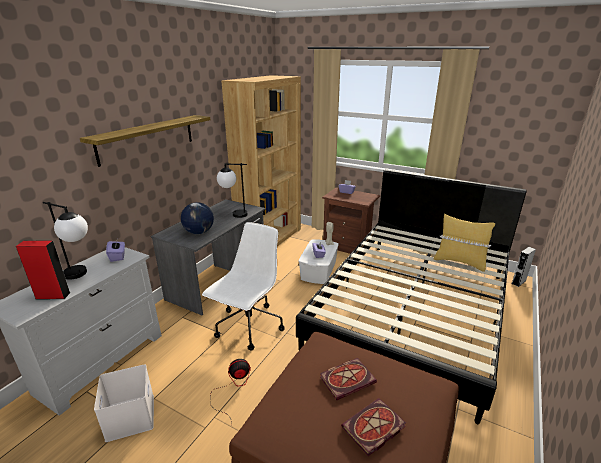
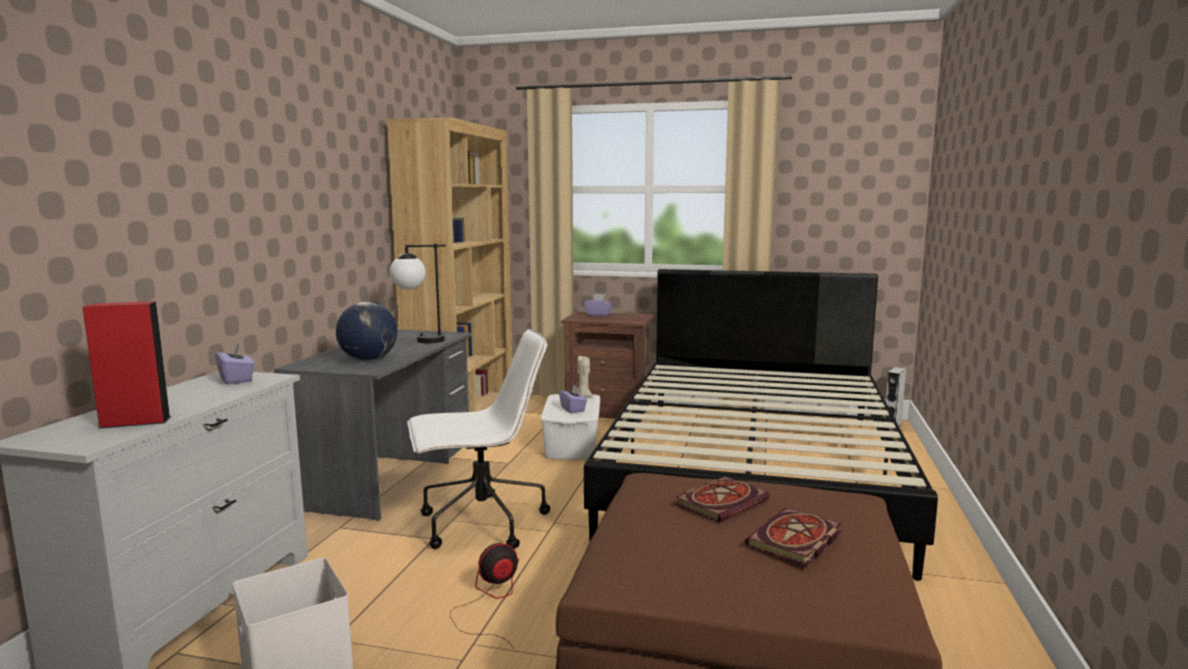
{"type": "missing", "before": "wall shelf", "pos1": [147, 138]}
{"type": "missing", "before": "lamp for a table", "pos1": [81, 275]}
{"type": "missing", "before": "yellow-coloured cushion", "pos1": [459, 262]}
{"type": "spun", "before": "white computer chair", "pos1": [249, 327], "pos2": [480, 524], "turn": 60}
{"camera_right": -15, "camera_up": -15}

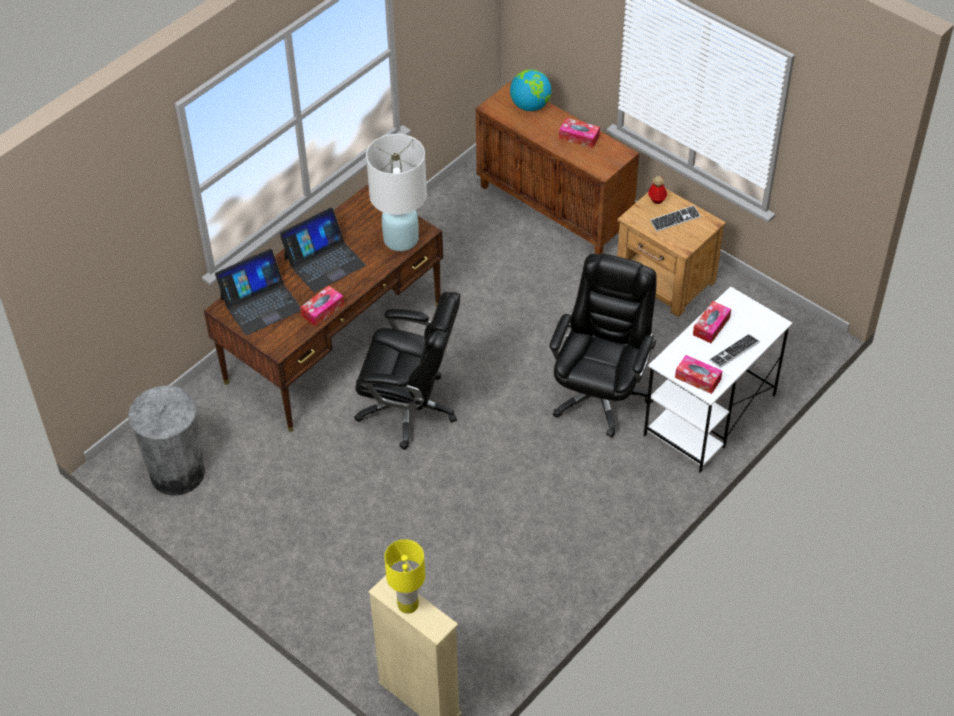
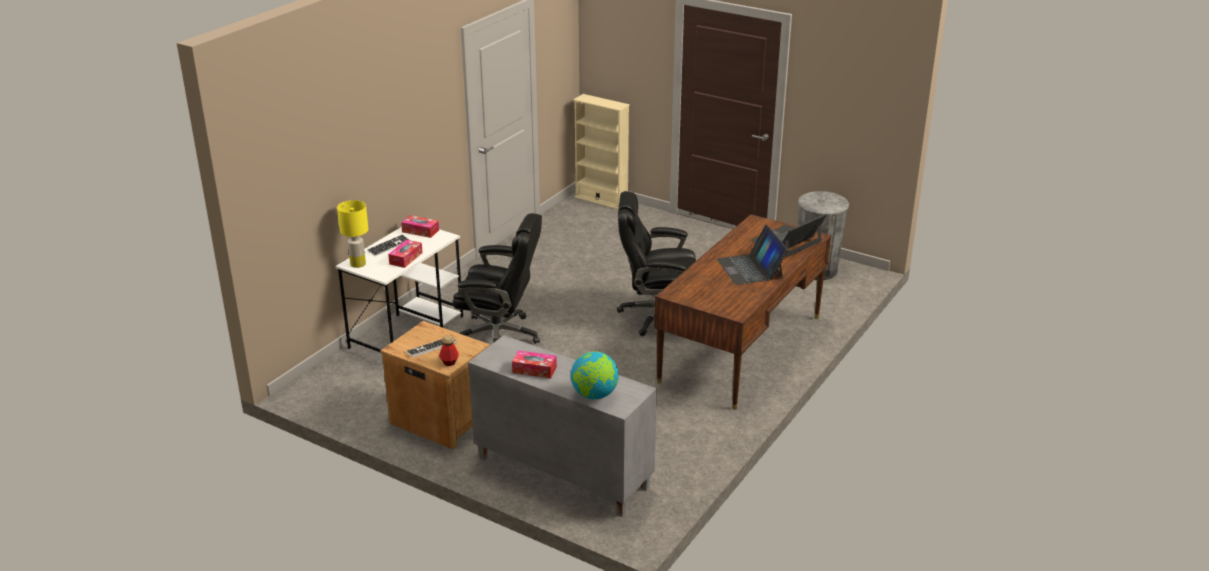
{"type": "colour", "before": "brown cupboard", "after": "gray cupboard", "pos1": [555, 209], "pos2": [561, 473]}
{"type": "missing", "before": "white lamp for a table", "pos1": [400, 239]}
{"type": "spun", "before": "laptop", "pos1": [324, 262], "pos2": [750, 268], "turn": -60}
{"type": "spun", "before": "blackish computer chair", "pos1": [601, 394], "pos2": [499, 336], "turn": -90}
{"type": "missing", "before": "tissue box", "pos1": [322, 310]}
{"type": "relocated", "before": "yellow-coloured lamp for a table", "pos1": [407, 604], "pos2": [358, 264]}
{"camera_right": 170, "camera_up": -20}

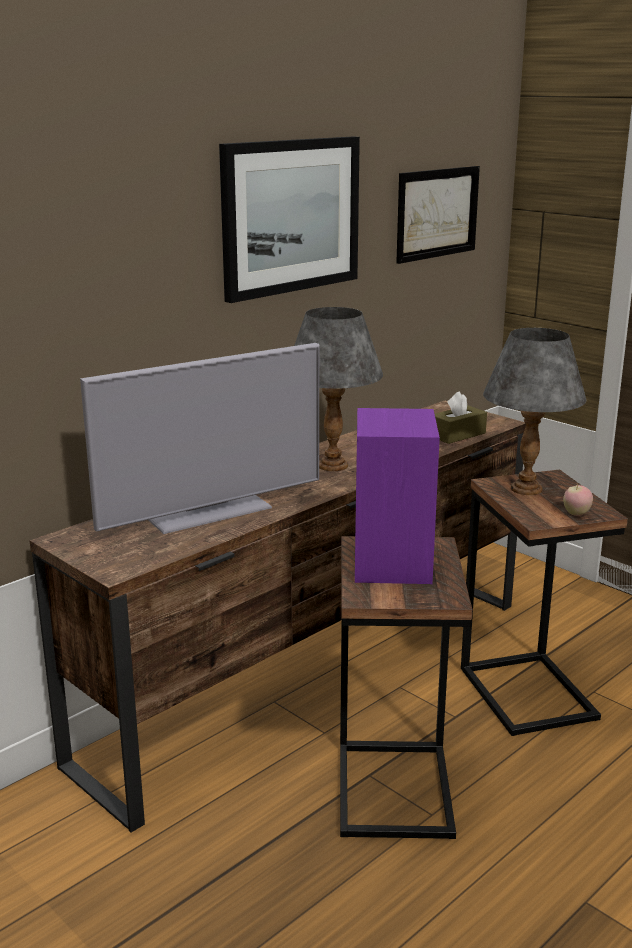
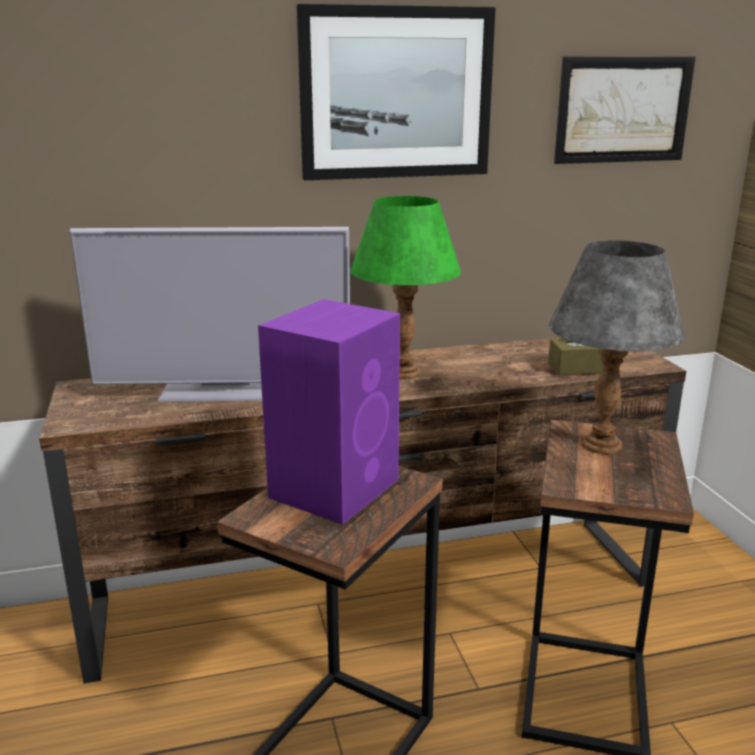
{"type": "colour", "before": "gray lamp for a table", "after": "green-coloured lamp for a table", "pos1": [332, 465], "pos2": [403, 372]}
{"type": "missing", "before": "apple fruit", "pos1": [576, 514]}
{"camera_right": 30, "camera_up": 0}

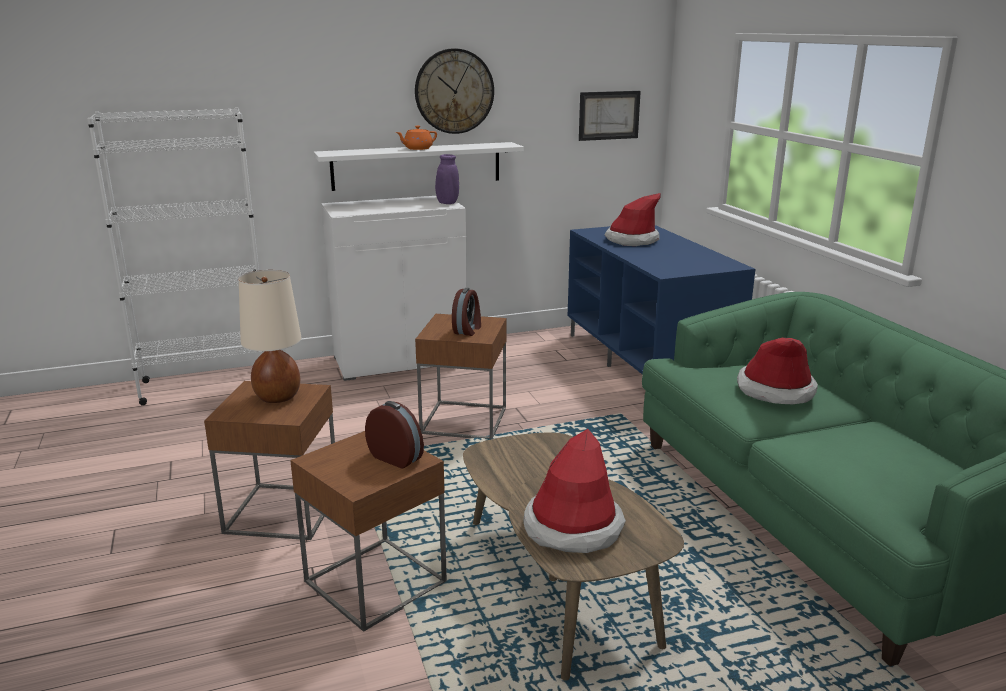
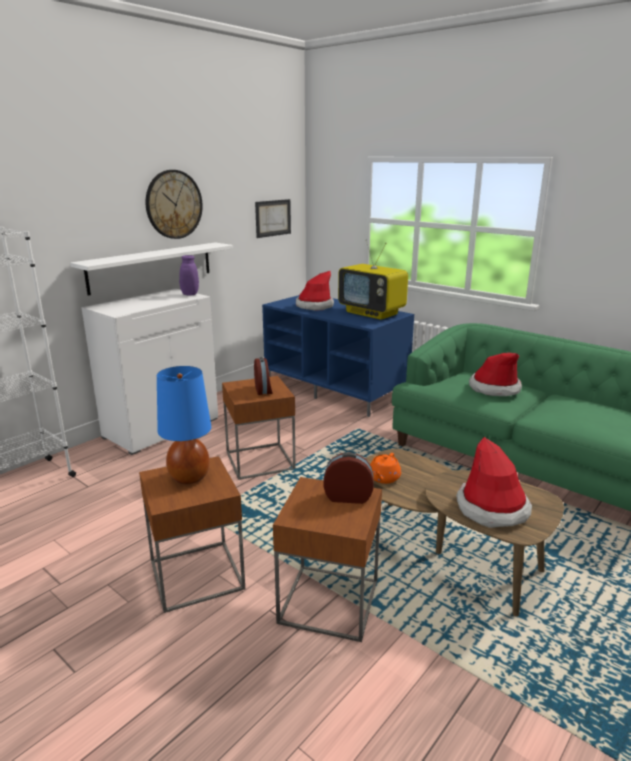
{"type": "relocated", "before": "orange-coloured pot for tea", "pos1": [417, 148], "pos2": [384, 478]}
{"type": "colour", "before": "beige-coloured lamp for a table", "after": "bluish lamp for a table", "pos1": [278, 397], "pos2": [190, 477]}
{"type": "appeared", "after": "television", "pos2": [372, 313]}
{"camera_right": -30, "camera_up": 0}

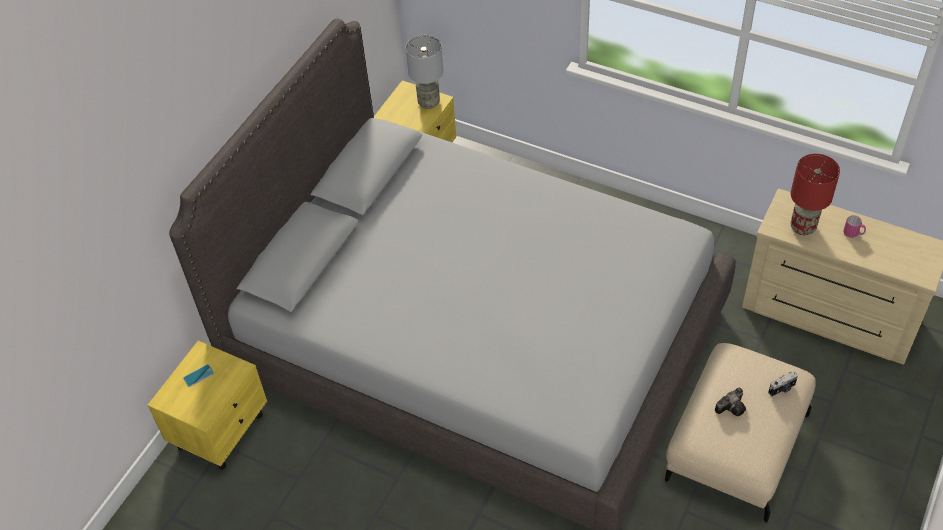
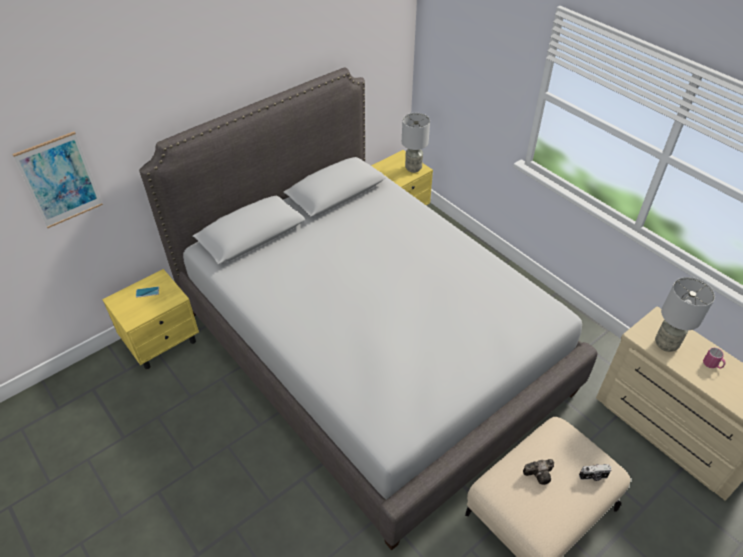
{"type": "colour", "before": "reddish lamp for a table", "after": "gray lamp for a table", "pos1": [803, 228], "pos2": [666, 344]}
{"type": "appeared", "after": "wall picture", "pos2": [60, 180]}
{"camera_right": 20, "camera_up": -5}

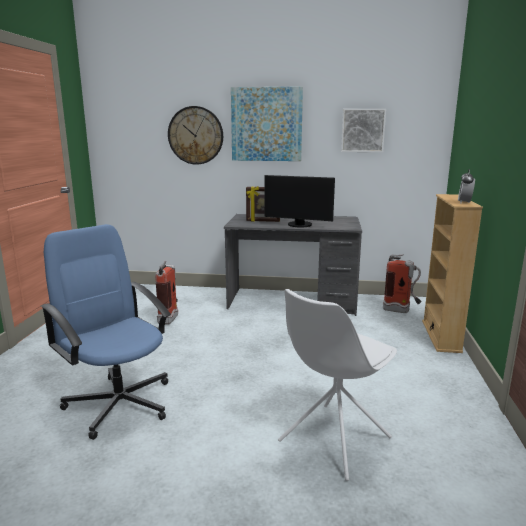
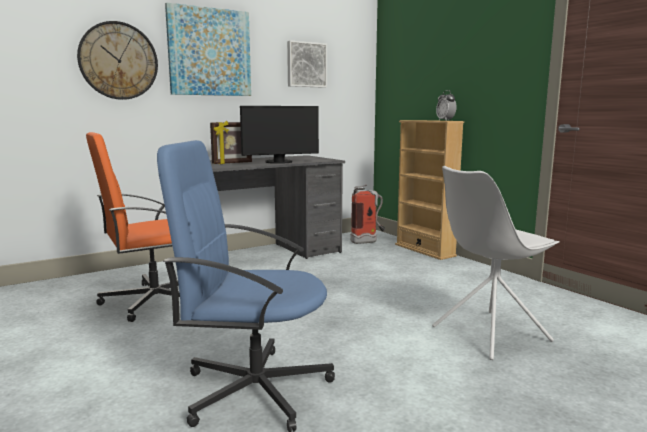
{"type": "exchanged", "before": "fire extinguisher", "after": "orange-coloured computer chair", "pos1": [170, 318], "pos2": [152, 300]}
{"type": "spun", "before": "white upright chair", "pos1": [333, 440], "pos2": [488, 334], "turn": 60}
{"camera_right": -40, "camera_up": -5}

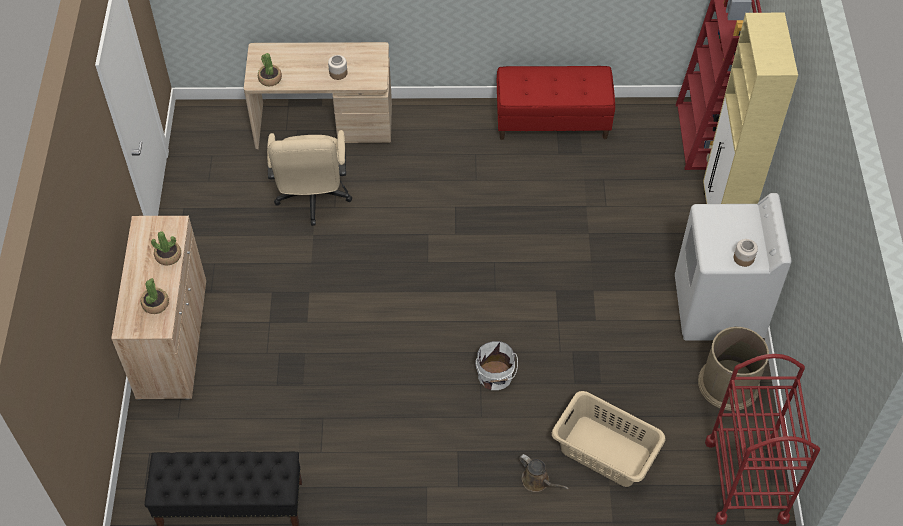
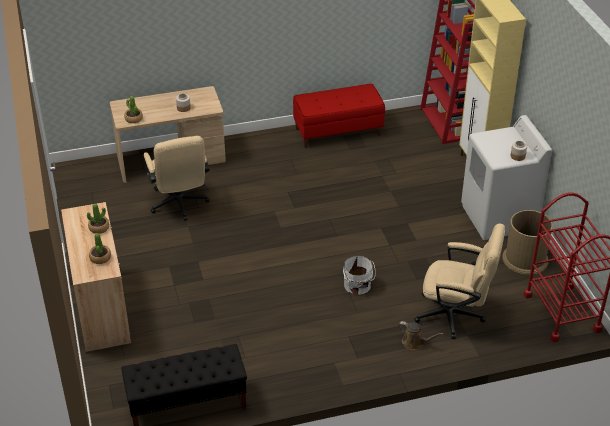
{"type": "exchanged", "before": "beige-coloured washing basket", "after": "beige-coloured computer chair", "pos1": [605, 452], "pos2": [456, 316]}
{"camera_right": -15, "camera_up": -15}

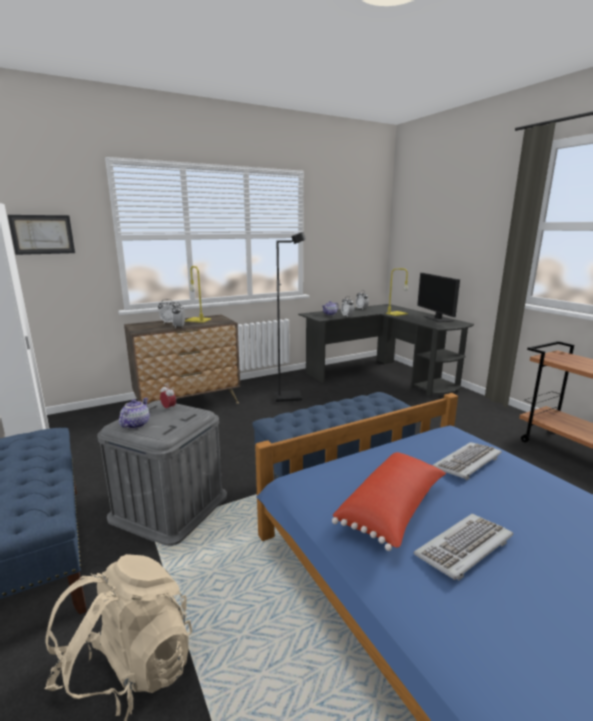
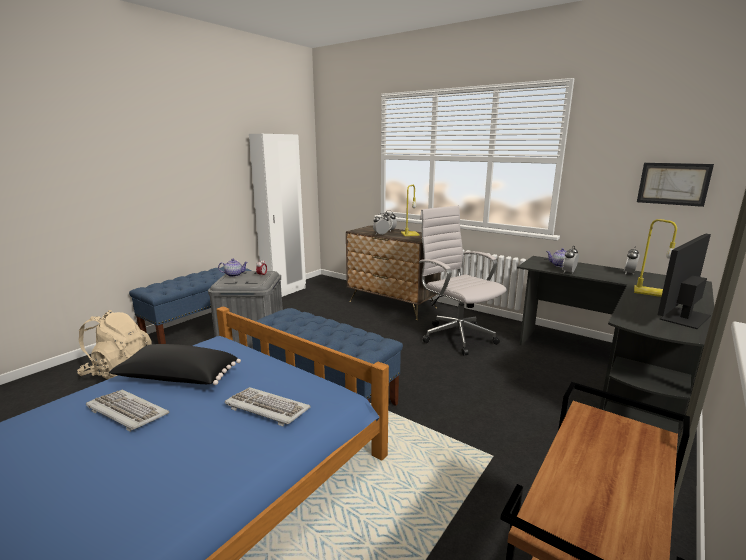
{"type": "relocated", "before": "wall picture", "pos1": [42, 234], "pos2": [673, 184]}
{"type": "exchanged", "before": "blackish standard lamp", "after": "white computer chair", "pos1": [288, 397], "pos2": [456, 336]}
{"type": "colour", "before": "reddish cushion", "after": "blackish cushion", "pos1": [393, 510], "pos2": [178, 379]}
{"camera_right": 65, "camera_up": 0}

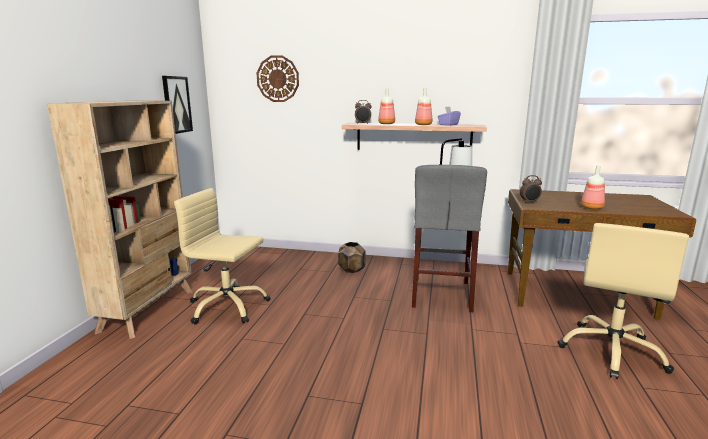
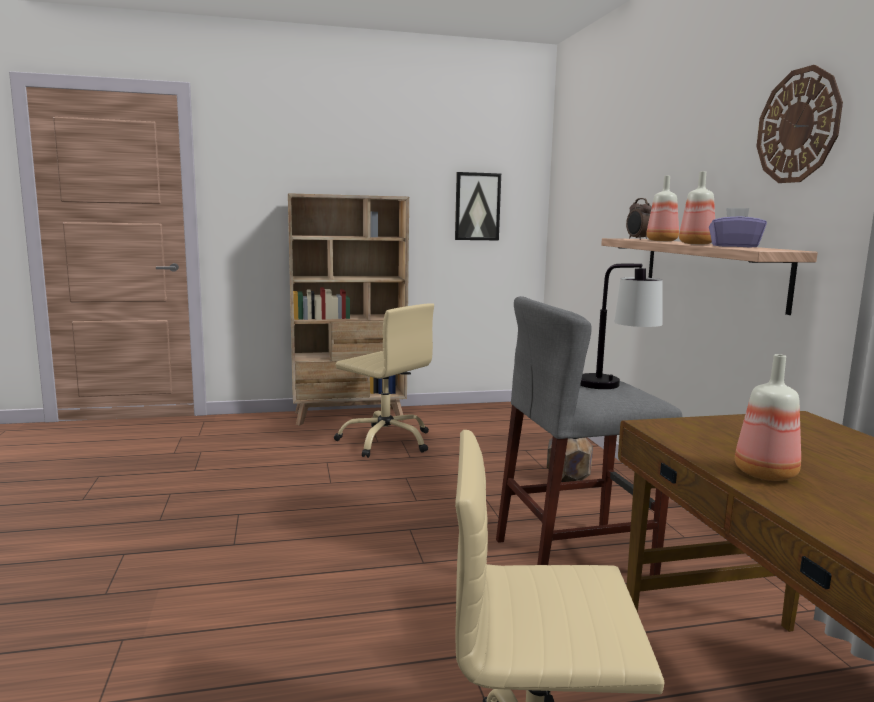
{"type": "relocated", "before": "wall clock", "pos1": [278, 79], "pos2": [798, 126]}
{"type": "missing", "before": "bedside clock", "pos1": [529, 202]}
{"type": "spun", "before": "beige-coloured computer chair", "pos1": [227, 306], "pos2": [386, 441], "turn": 135}
{"camera_right": 65, "camera_up": -5}

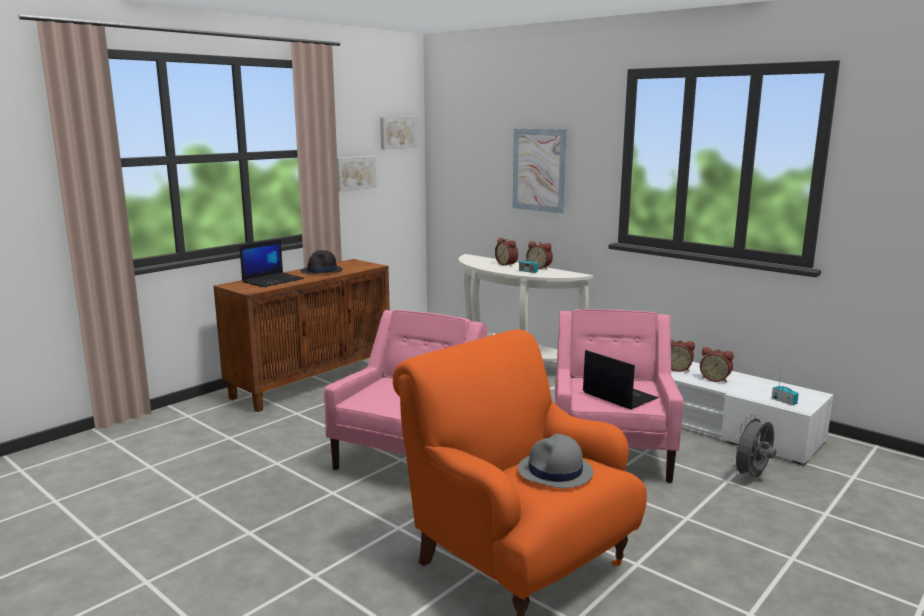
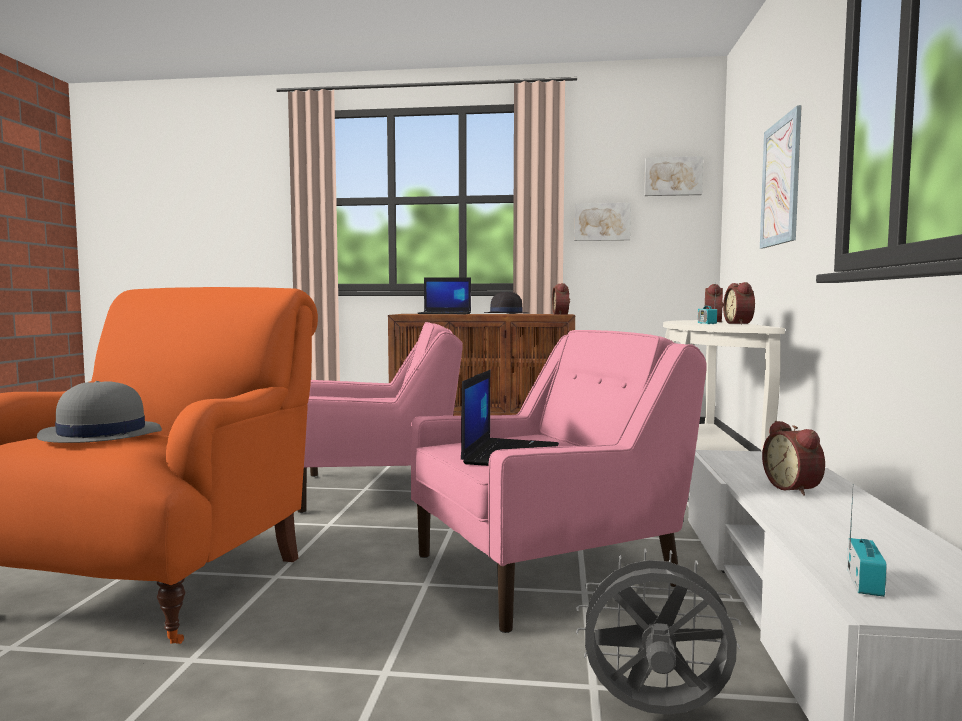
{"type": "relocated", "before": "bedside clock", "pos1": [715, 379], "pos2": [562, 314]}
{"camera_right": 55, "camera_up": -10}

